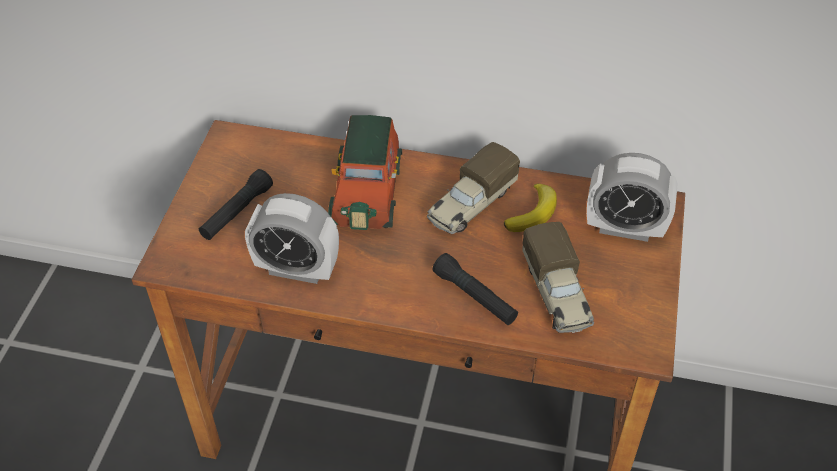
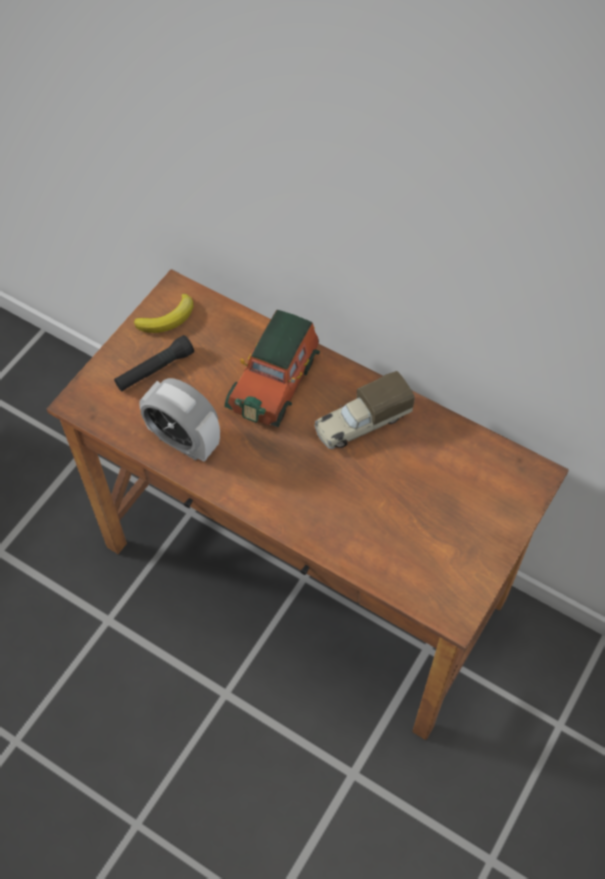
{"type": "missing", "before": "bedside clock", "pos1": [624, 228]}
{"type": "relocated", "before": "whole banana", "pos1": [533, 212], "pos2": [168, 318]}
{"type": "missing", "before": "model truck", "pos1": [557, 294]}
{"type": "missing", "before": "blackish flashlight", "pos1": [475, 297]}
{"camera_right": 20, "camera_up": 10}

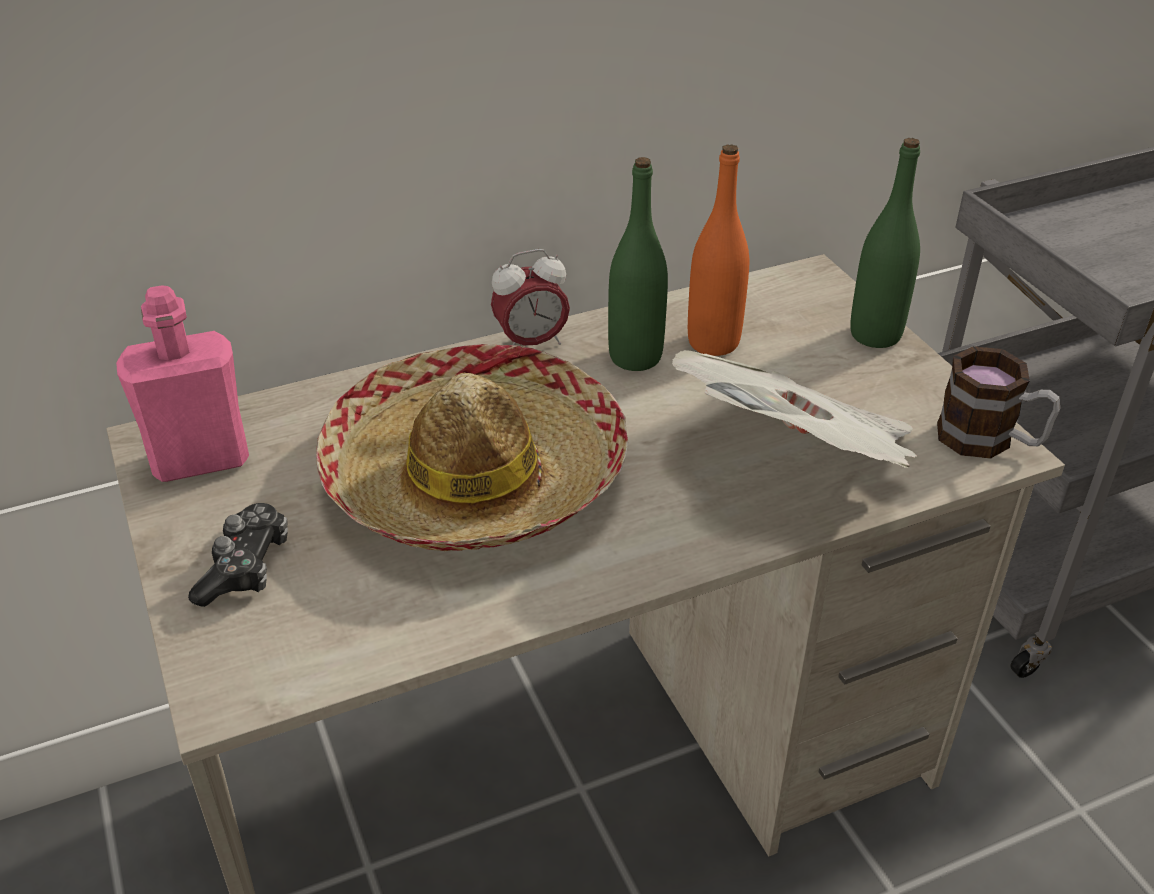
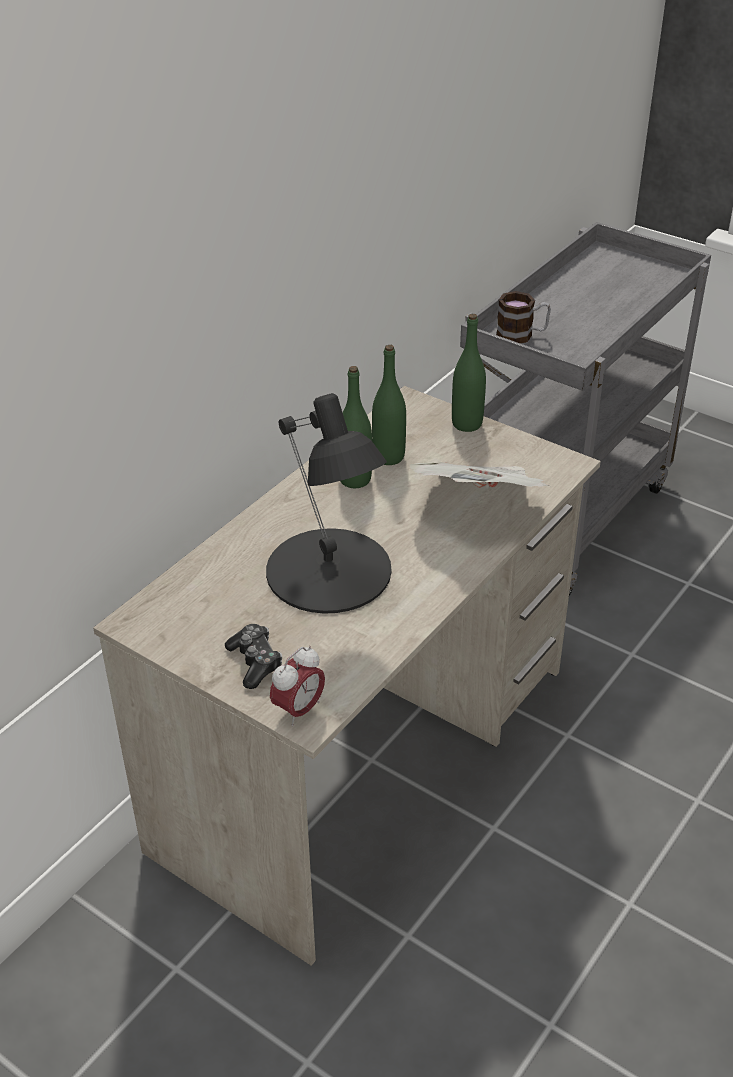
{"type": "colour", "before": "orange-coloured bottle", "after": "green-coloured bottle", "pos1": [713, 342], "pos2": [388, 457]}
{"type": "relocated", "before": "bedside clock", "pos1": [531, 343], "pos2": [299, 710]}
{"type": "missing", "before": "pinkish bottle", "pos1": [201, 460]}
{"type": "exchanged", "before": "wearable hat", "after": "blackish lamp for a table", "pos1": [475, 475], "pos2": [329, 572]}
{"type": "relocated", "before": "tea mug", "pos1": [989, 440], "pos2": [522, 335]}
{"camera_right": -30, "camera_up": 0}

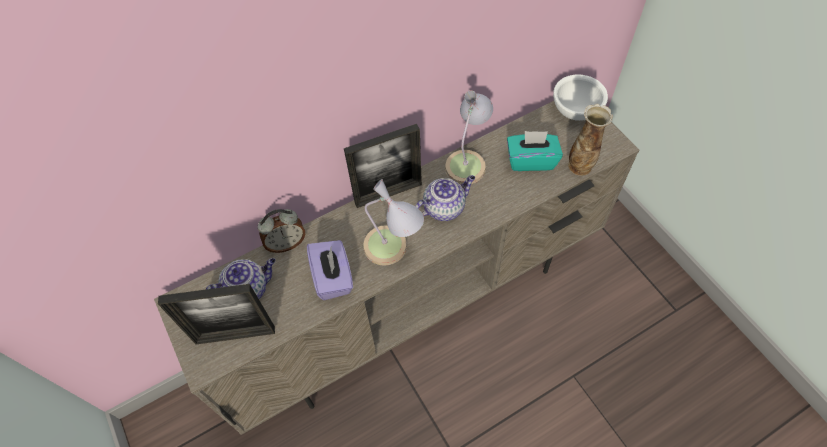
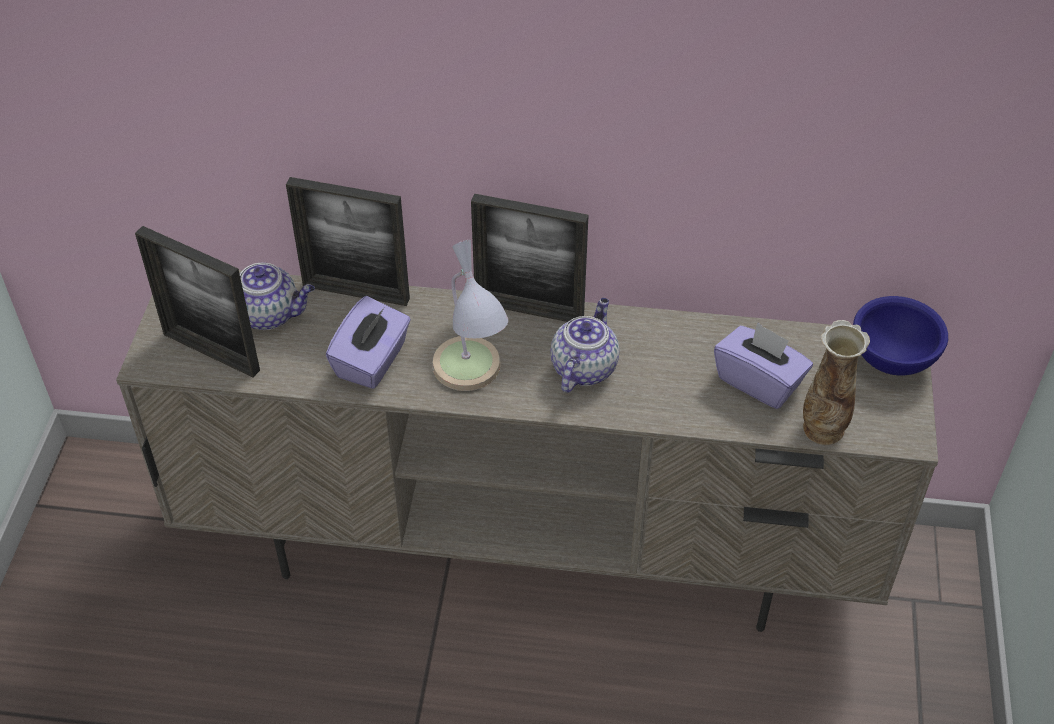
{"type": "colour", "before": "white bowl", "after": "bluish bowl", "pos1": [575, 110], "pos2": [893, 358]}
{"type": "missing", "before": "lamp for a table", "pos1": [468, 161]}
{"type": "colour", "before": "turquoise-coloured tissue box", "after": "purple tissue box", "pos1": [531, 160], "pos2": [759, 381]}
{"type": "spun", "before": "pot for tea", "pos1": [444, 207], "pos2": [583, 367], "turn": -75}
{"type": "exchanged", "before": "bedside clock", "after": "picture frame", "pos1": [286, 243], "pos2": [356, 292]}
{"camera_right": 35, "camera_up": -10}

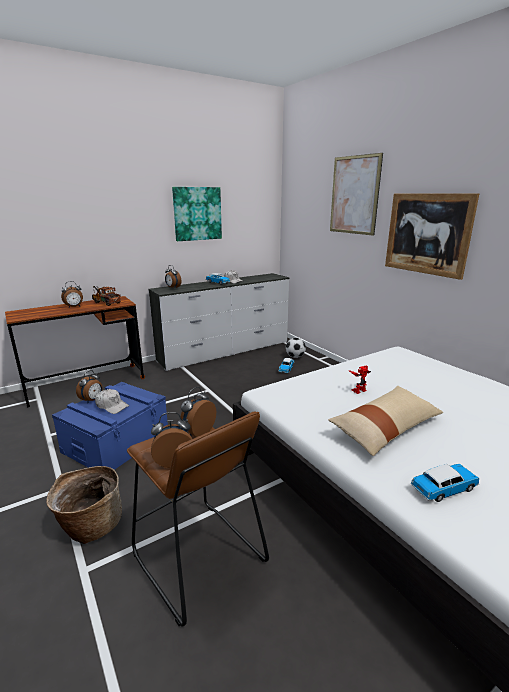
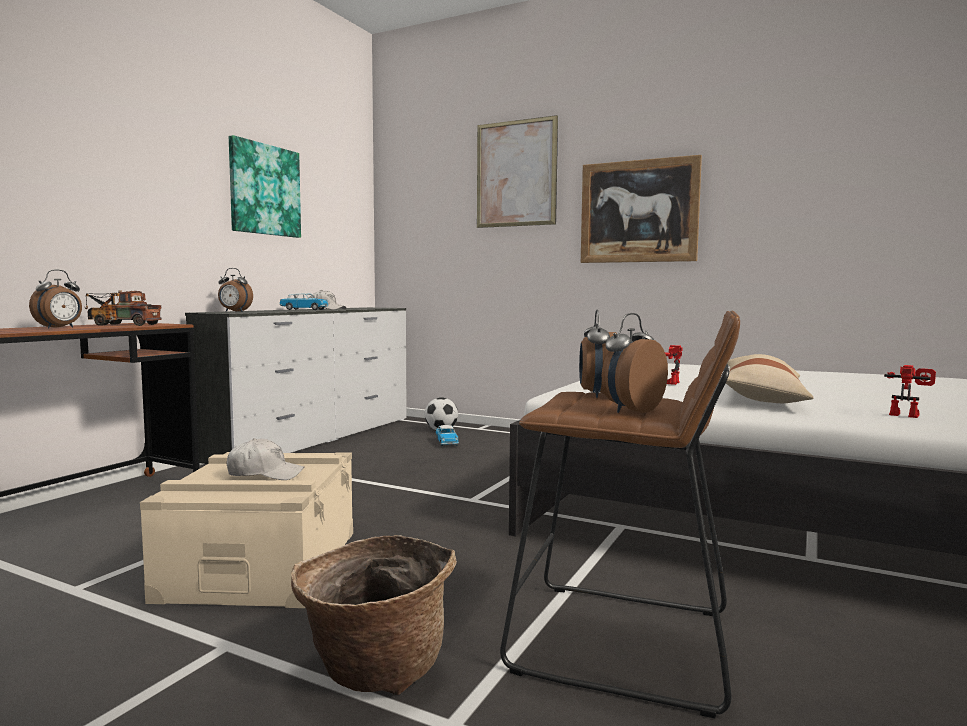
{"type": "missing", "before": "bedside clock", "pos1": [92, 400]}
{"type": "colour", "before": "bluish storage bin", "after": "beige-coloured storage bin", "pos1": [116, 442], "pos2": [262, 564]}
{"type": "exchanged", "before": "toy car", "after": "toy robot", "pos1": [444, 489], "pos2": [907, 415]}
{"camera_right": -30, "camera_up": -15}

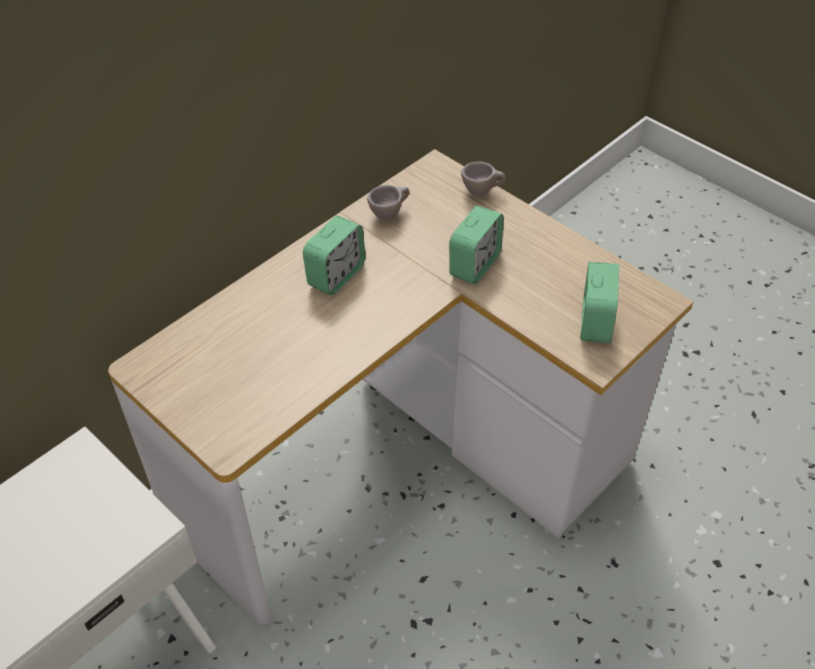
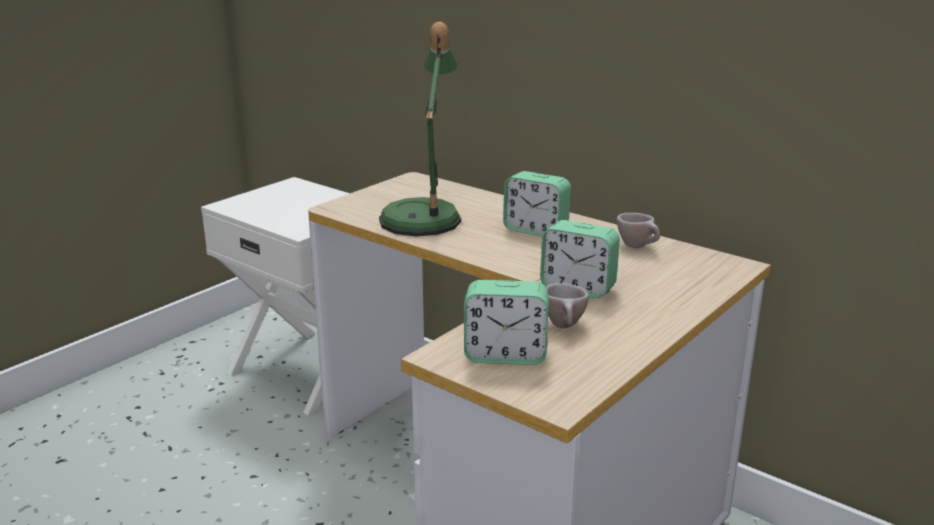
{"type": "relocated", "before": "beige-coloured drinking cup", "pos1": [482, 191], "pos2": [565, 327]}
{"type": "appeared", "after": "lamp for a table", "pos2": [424, 216]}
{"camera_right": 85, "camera_up": -25}

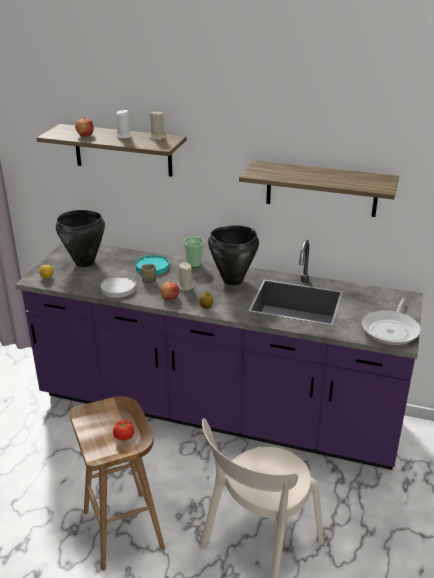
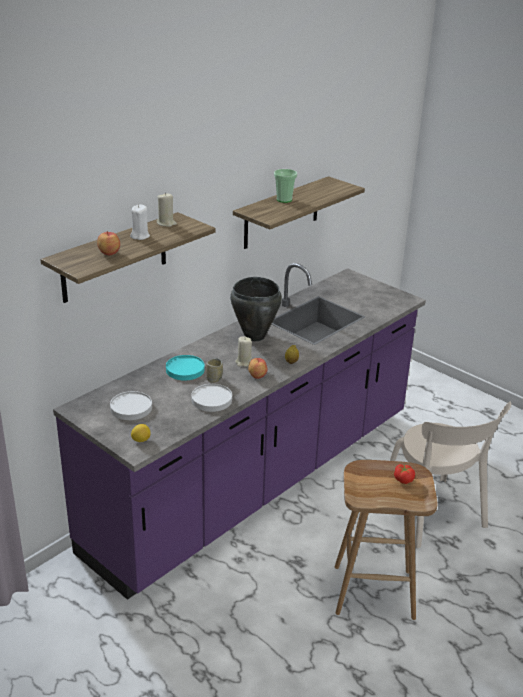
{"type": "exchanged", "before": "blackish stockpot", "after": "white dinner plate", "pos1": [85, 263], "pos2": [131, 408]}
{"type": "relocated", "before": "drinking cup", "pos1": [194, 264], "pos2": [284, 199]}
{"type": "missing", "before": "skillet", "pos1": [391, 330]}
{"camera_right": -65, "camera_up": 0}

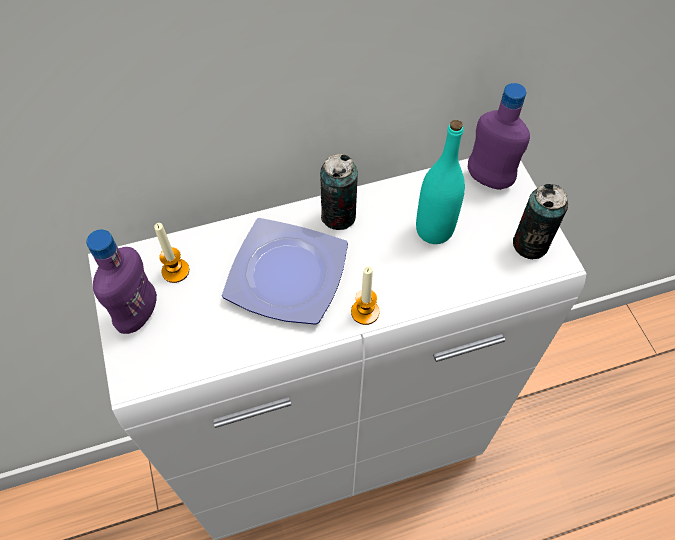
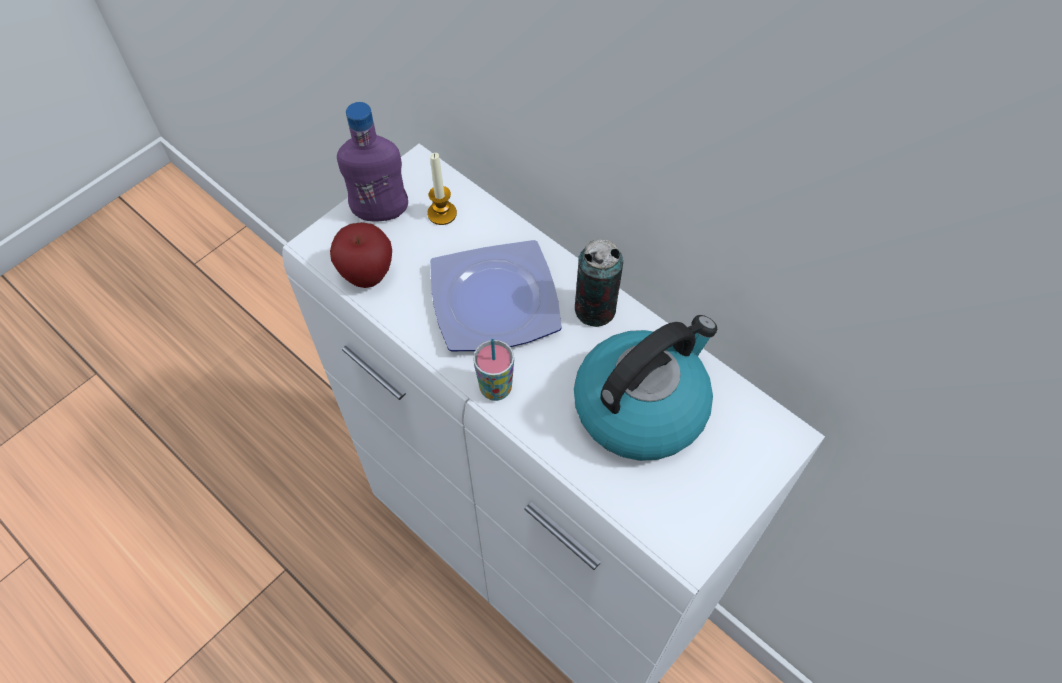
{"type": "missing", "before": "purple bottle", "pos1": [488, 179]}
{"type": "exchanged", "before": "turquoise-coloured bottle", "after": "tea kettle", "pos1": [434, 230], "pos2": [641, 406]}
{"type": "missing", "before": "sealed can", "pos1": [530, 244]}
{"type": "exchanged", "before": "wax candle", "after": "drinking cup", "pos1": [365, 312], "pos2": [495, 389]}
{"type": "appeared", "after": "apple fruit", "pos2": [367, 275]}
{"camera_right": 60, "camera_up": 0}

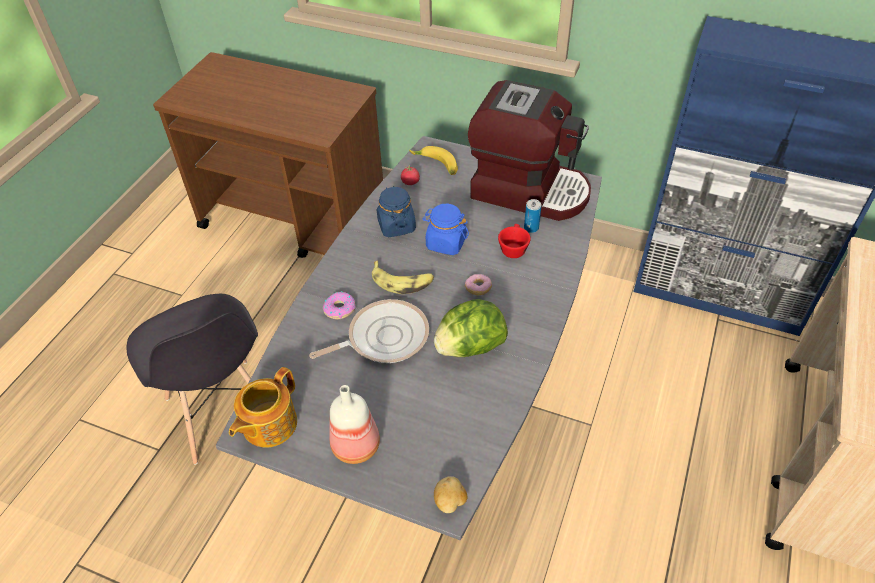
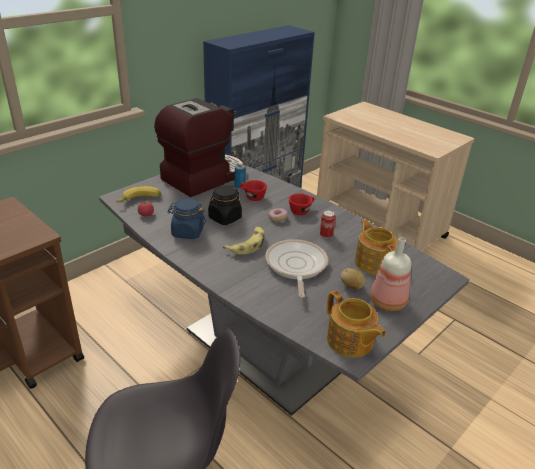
{"type": "colour", "before": "bluish jar", "after": "blackish jar", "pos1": [446, 243], "pos2": [224, 218]}
{"type": "missing", "before": "doughnut", "pos1": [339, 309]}
{"type": "exchanged", "before": "head of lettuce", "after": "sealed can", "pos1": [470, 347], "pos2": [326, 235]}
{"type": "relocated", "before": "potato", "pos1": [450, 502], "pos2": [351, 286]}
{"type": "appeared", "after": "reddish drinking cup", "pos2": [301, 210]}
{"type": "appeared", "after": "pot for tea", "pos2": [373, 262]}
{"camera_right": -70, "camera_up": -15}

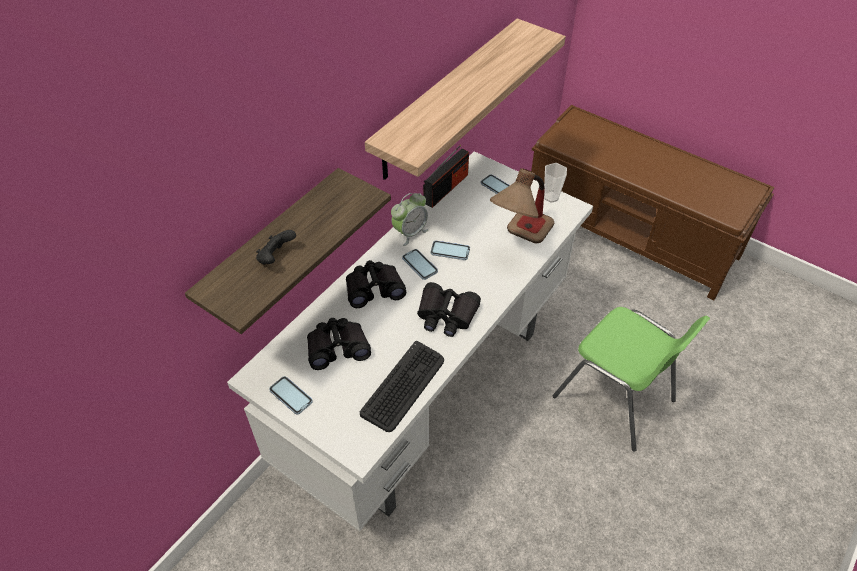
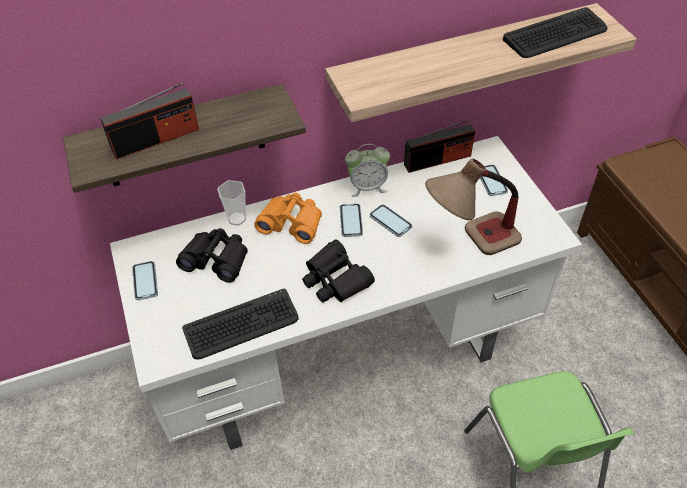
{"type": "relocated", "before": "drinking cup", "pos1": [551, 197], "pos2": [237, 219]}
{"type": "exchanged", "before": "blackish joypad", "after": "radio set", "pos1": [276, 257], "pos2": [156, 139]}
{"type": "colour", "before": "blackish pair of binoculars", "after": "orange-coloured pair of binoculars", "pos1": [374, 289], "pos2": [292, 223]}
{"type": "appeared", "after": "keyboard", "pos2": [555, 35]}
{"camera_right": 35, "camera_up": 0}

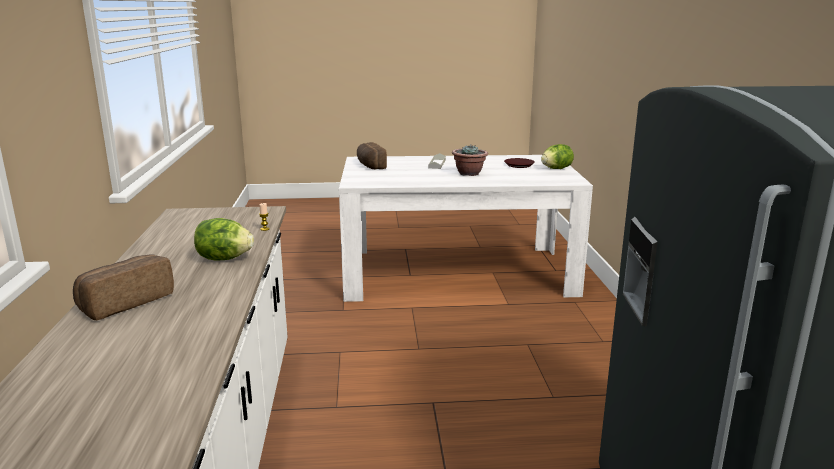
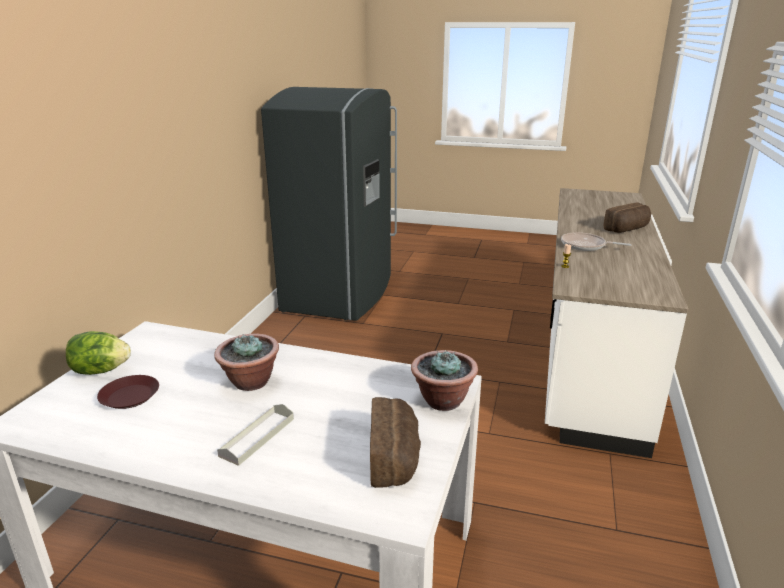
{"type": "exchanged", "before": "head of lettuce", "after": "skillet", "pos1": [224, 259], "pos2": [585, 246]}
{"type": "appeared", "after": "potted plant", "pos2": [442, 400]}
{"camera_right": -160, "camera_up": 5}

